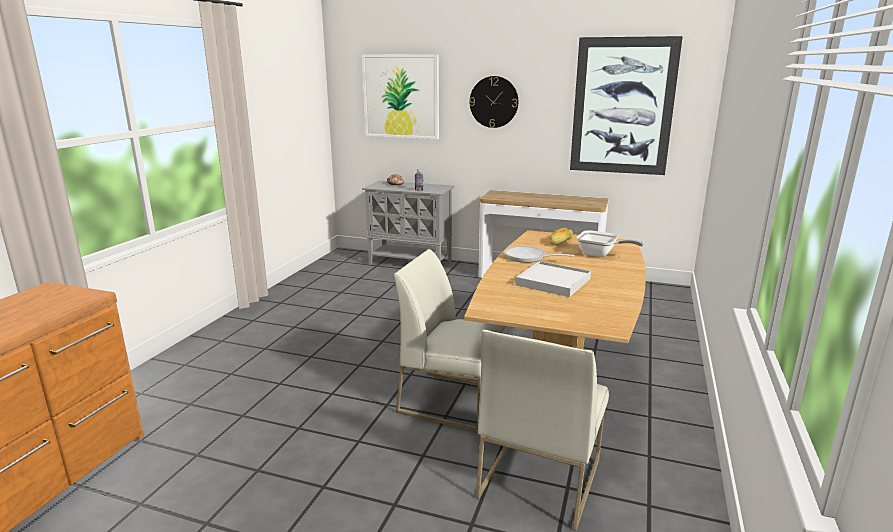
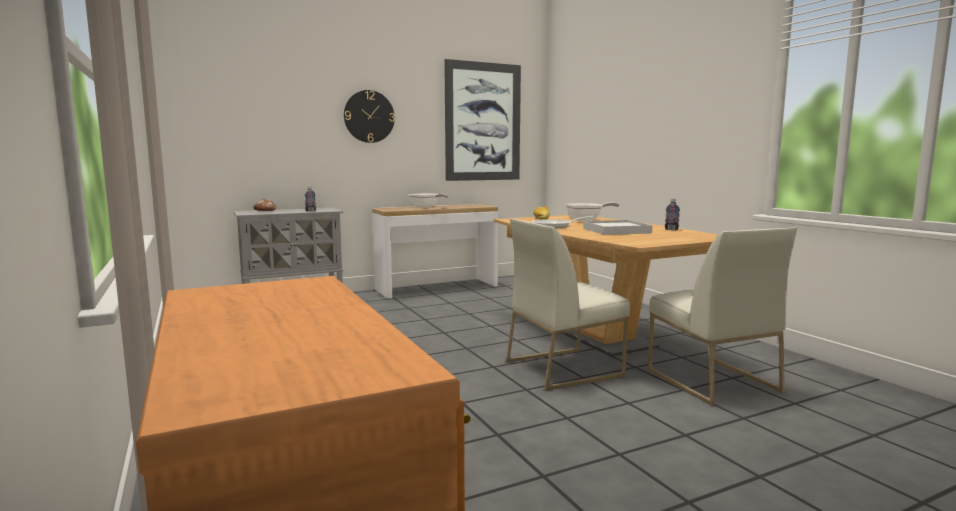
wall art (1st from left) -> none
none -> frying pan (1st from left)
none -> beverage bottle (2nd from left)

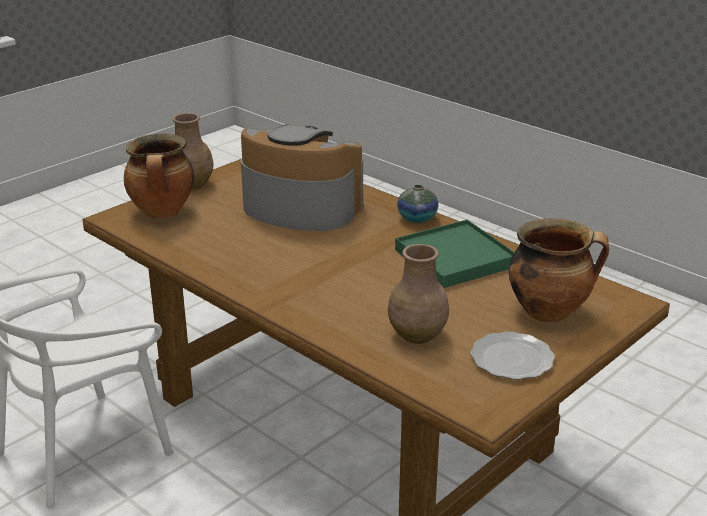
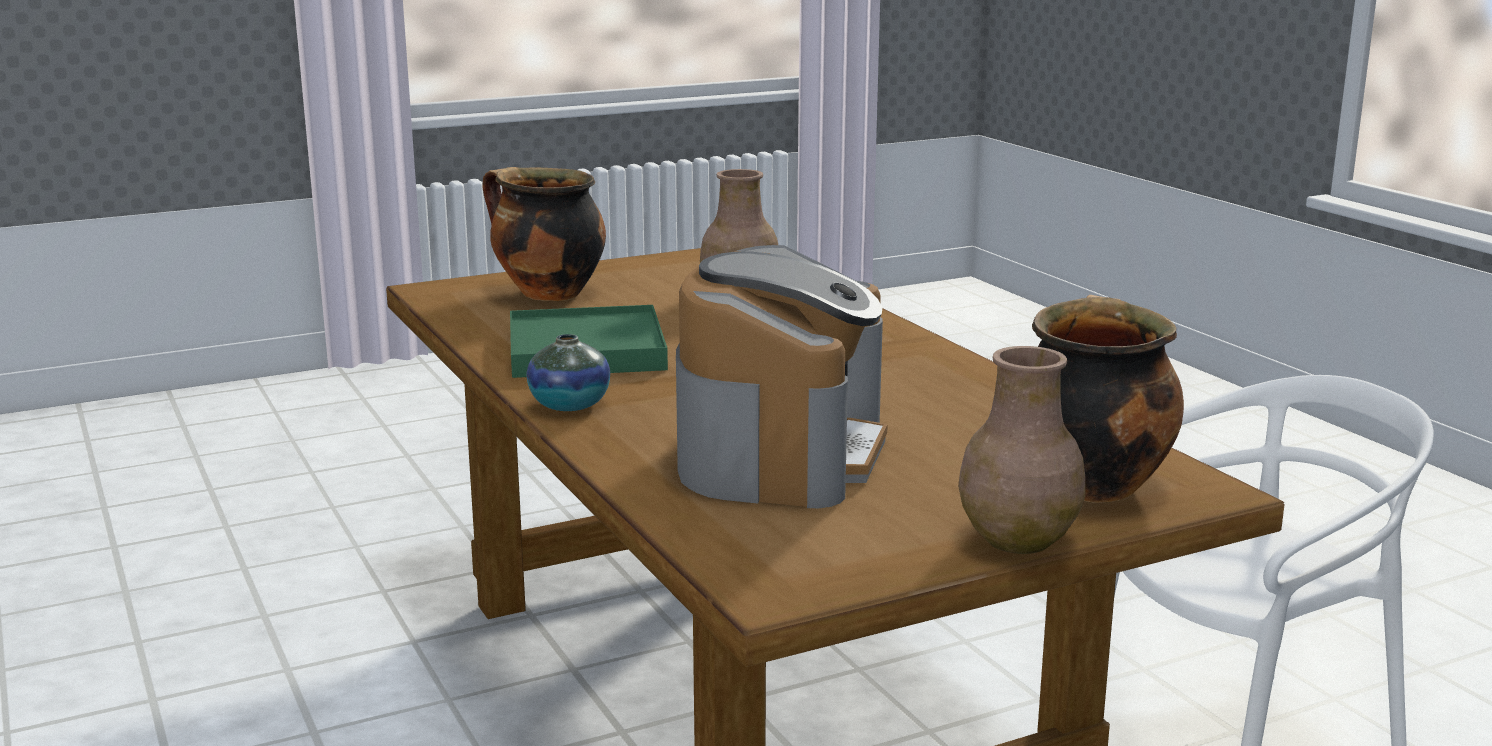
flat dish -> none
coffee brewer, 120 degrees counterclockwise

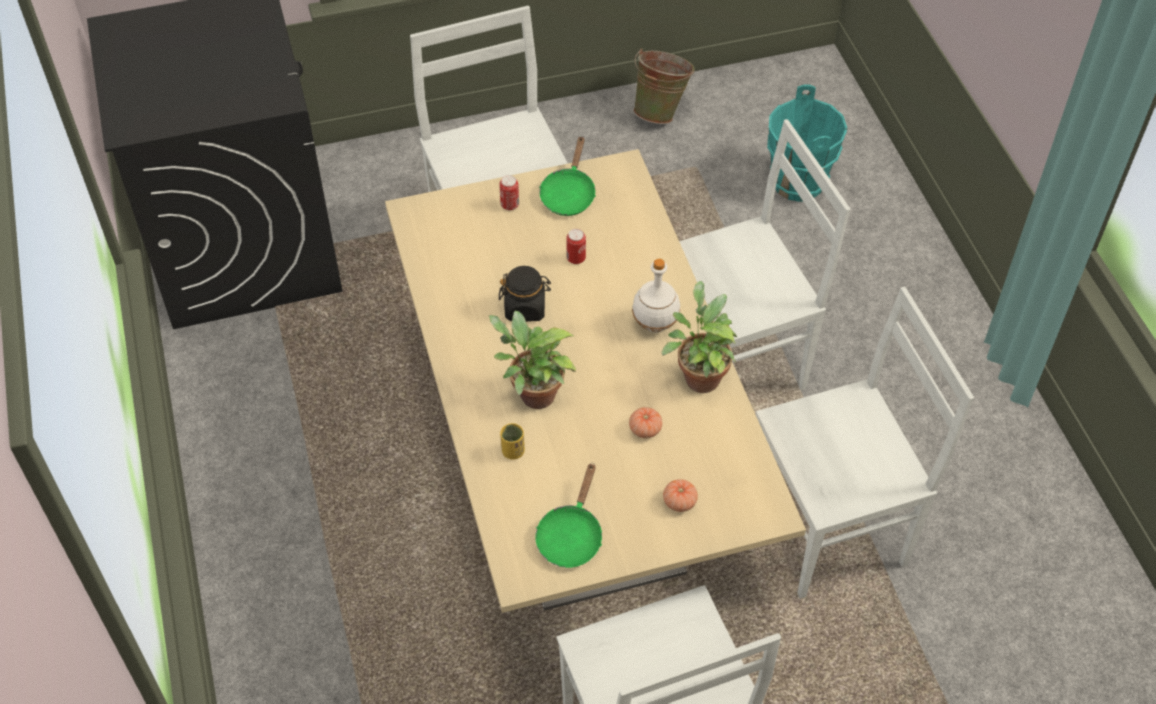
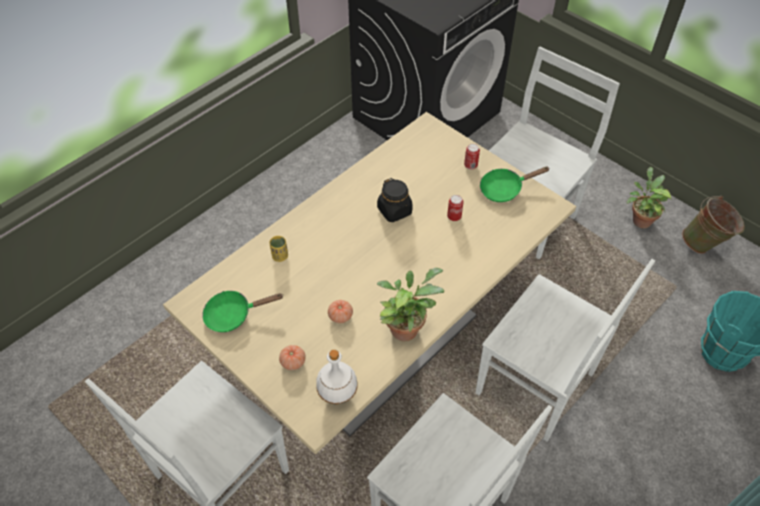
houseplant (1st from left in the first image) -> houseplant (2nd from left), move
beverage bottle (white), move

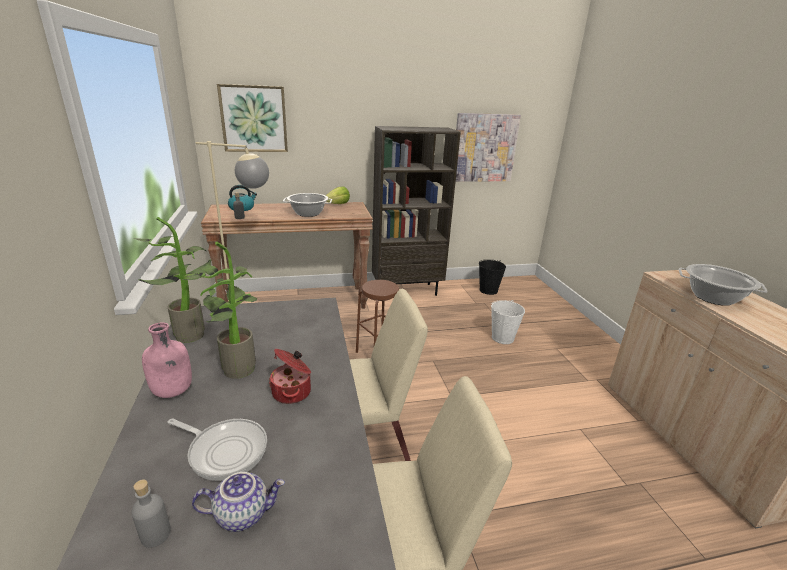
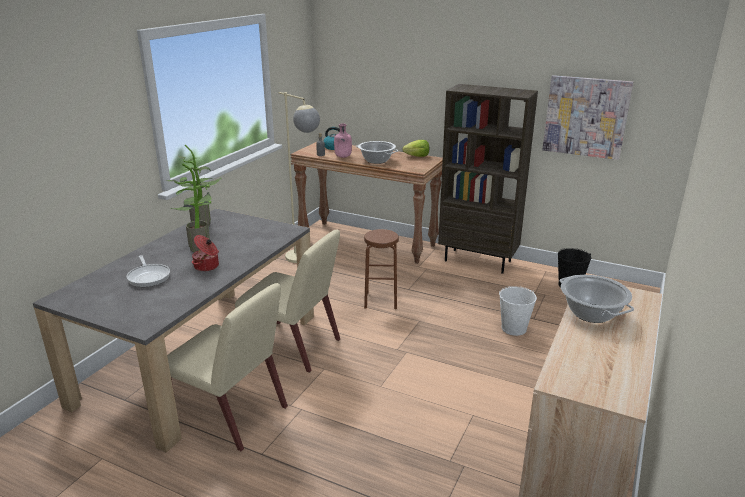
beverage bottle (gray) (1st from left) -> none
tea pot -> none
wall art (1st from left) -> none
beverage bottle (pink-coloured), move

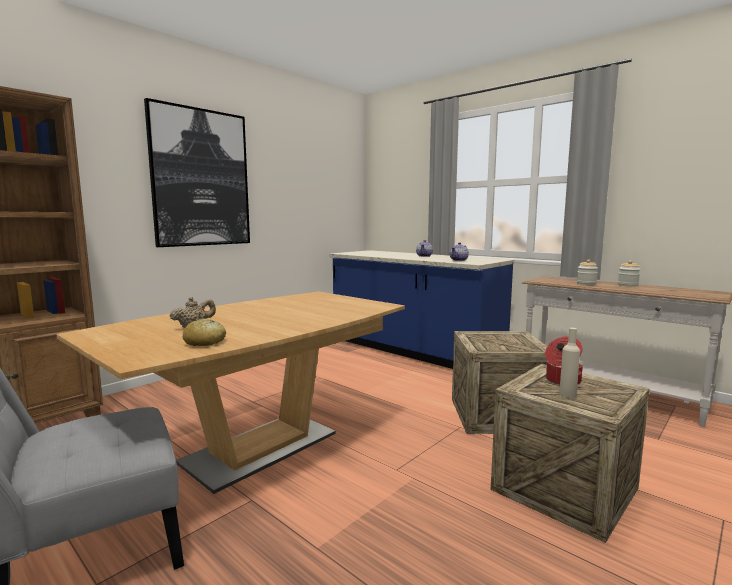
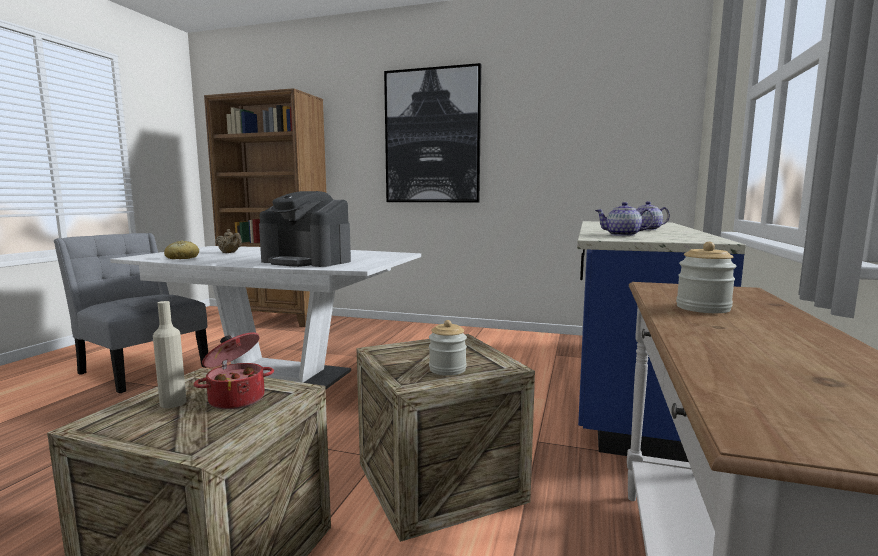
none -> coffee brewer
storage jar (2nd from left in the first image) -> storage jar (1st from left), move
dinner table (brownish) -> dinner table (white)

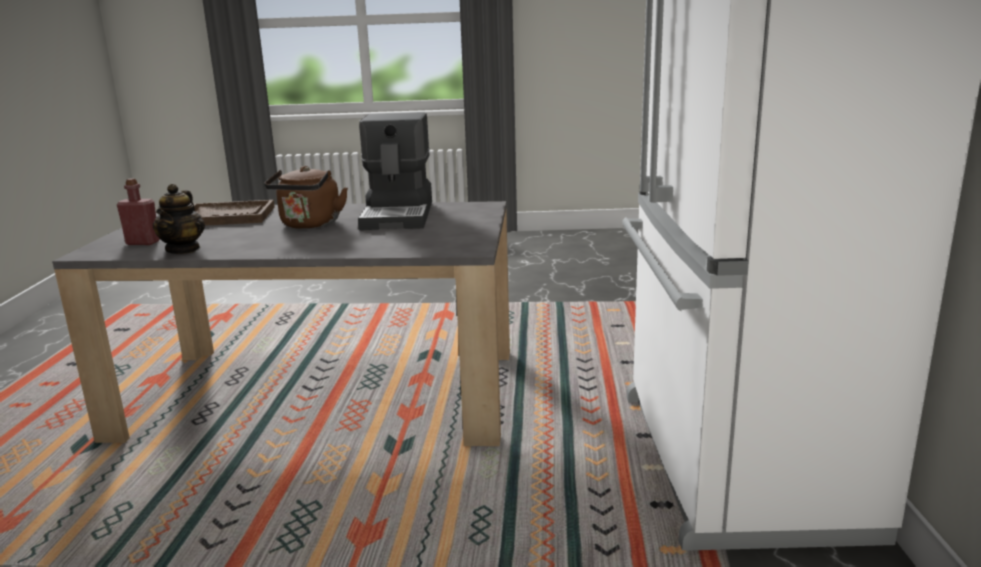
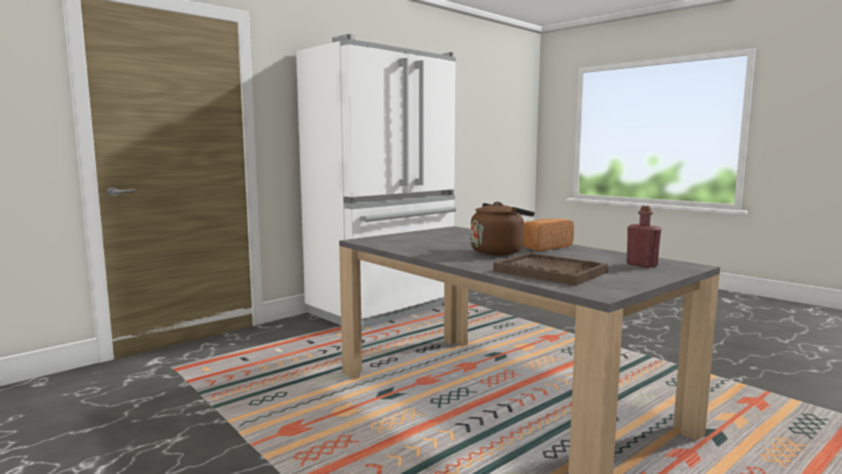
tea pot -> none
coffee brewer -> none
none -> baked bread

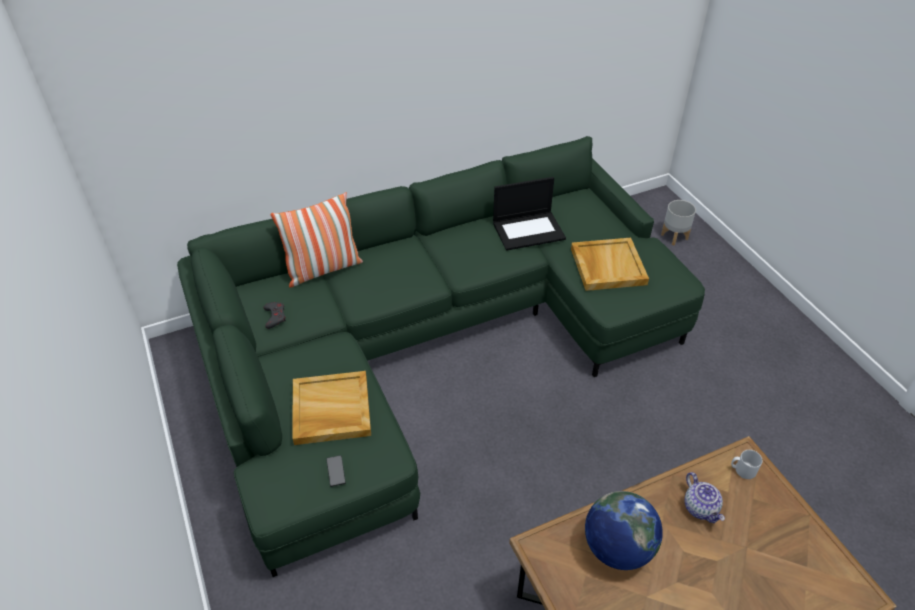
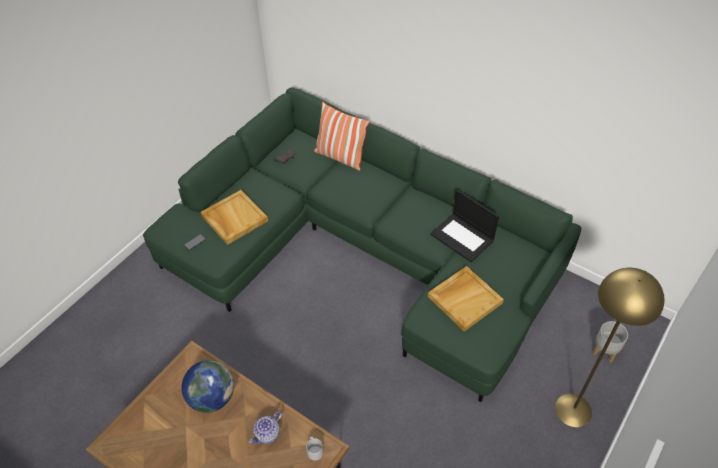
none -> floor lamp (yellow)

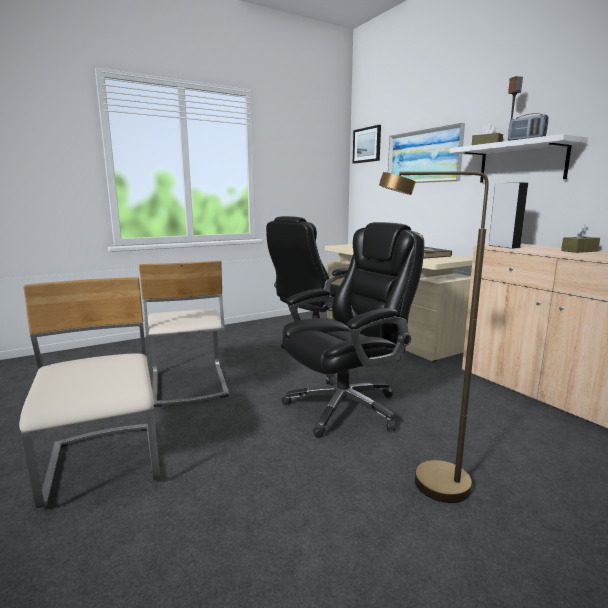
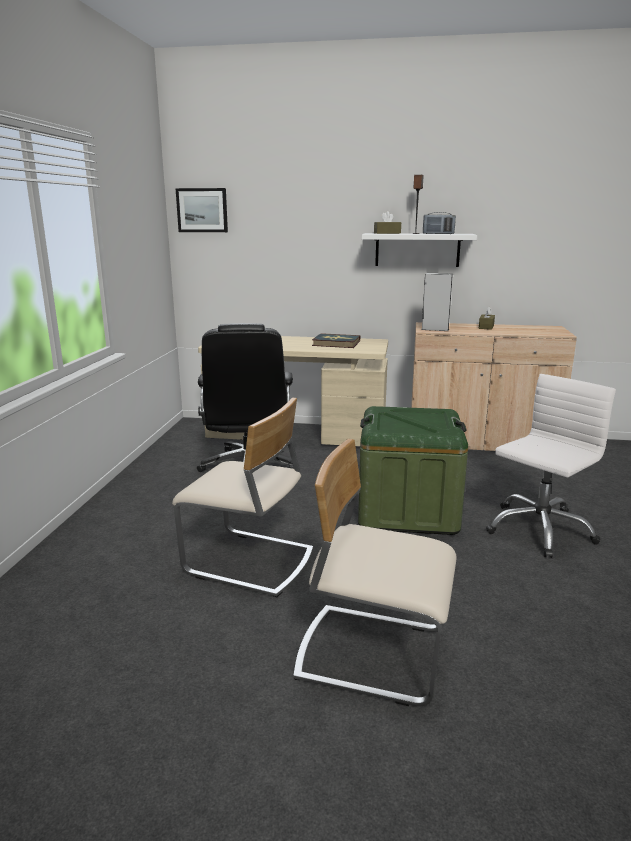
wall art (2nd from left) -> none
desk chair (blackish) (2nd from left) -> storage box (green-coloured)
floor lamp (brownish) -> desk chair (white)

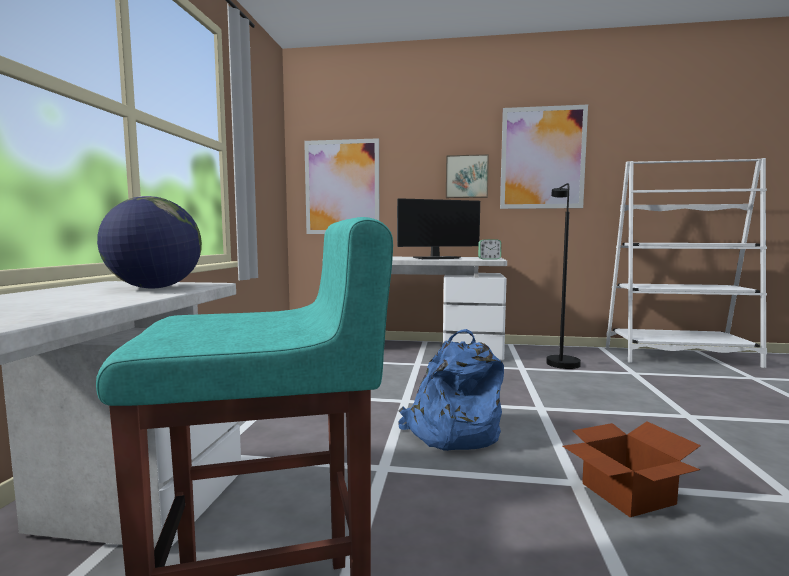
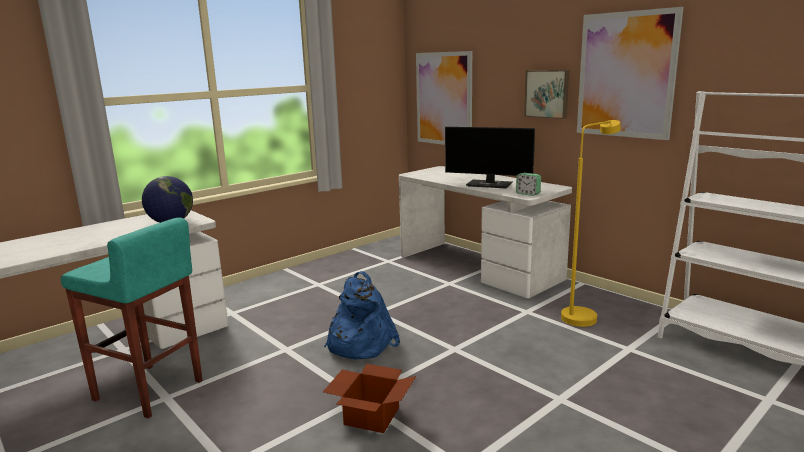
floor lamp (blackish) -> floor lamp (yellow)

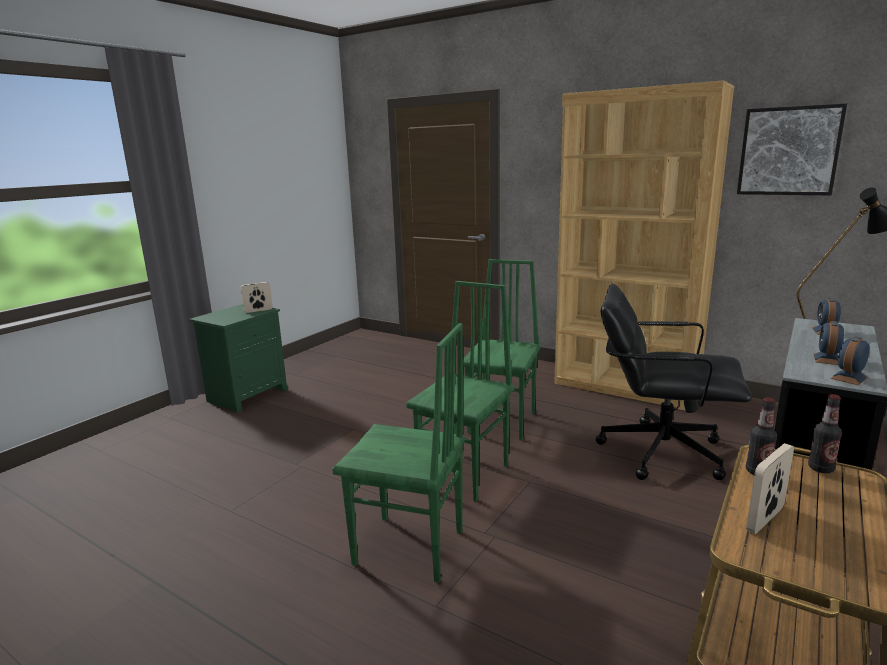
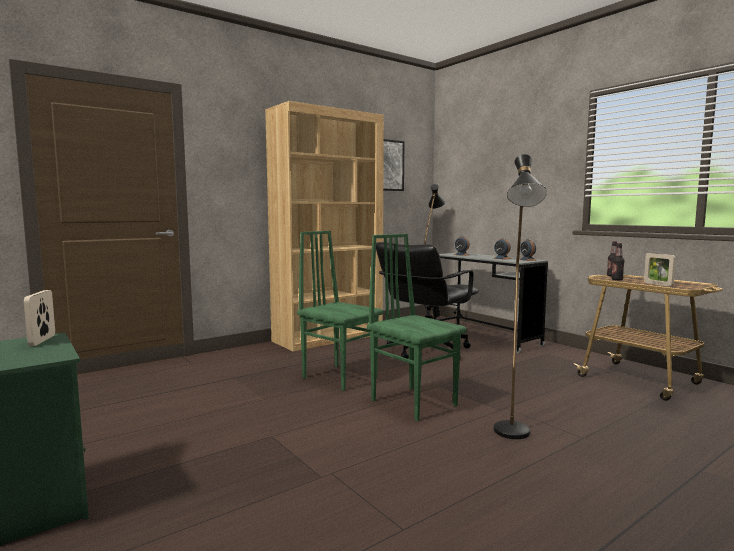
chair (green-coloured) (1st from left) -> floor lamp (blackish) (2nd from left)

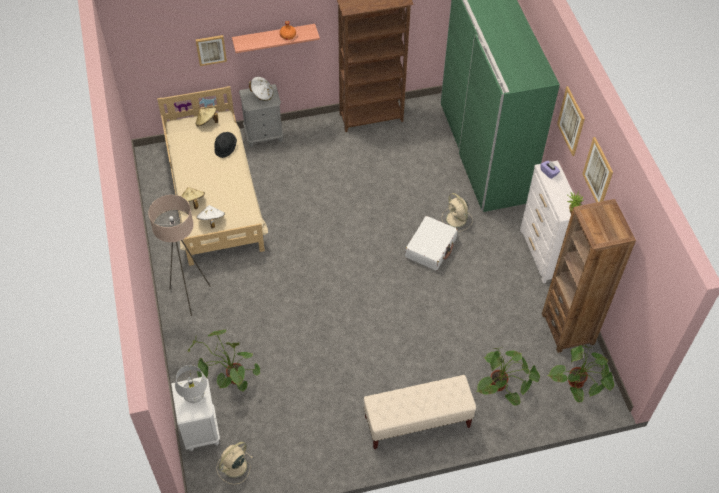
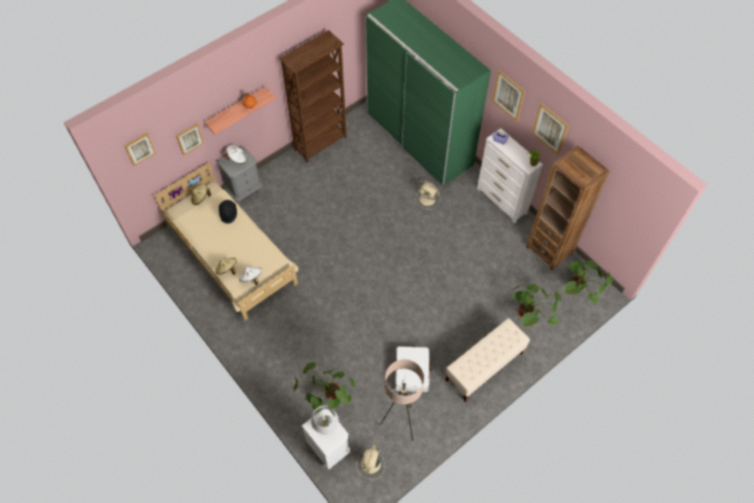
none -> wall art (1st from left)
floor lamp (beige-coloured), move
travel case (white), move

